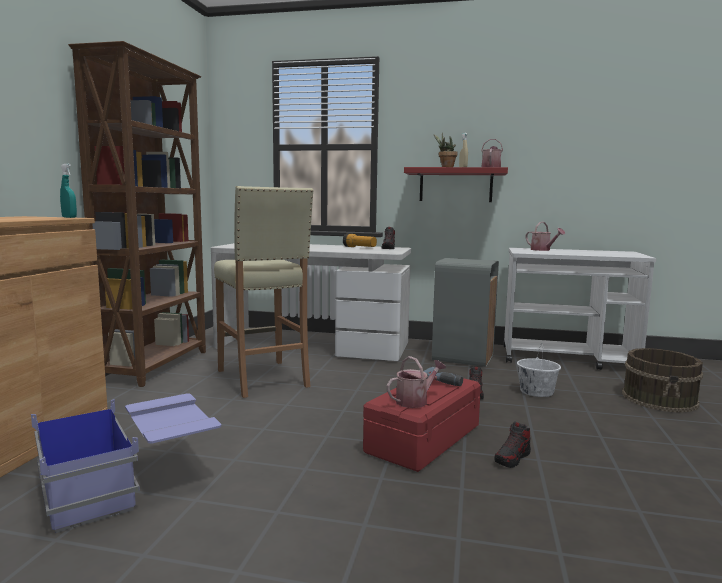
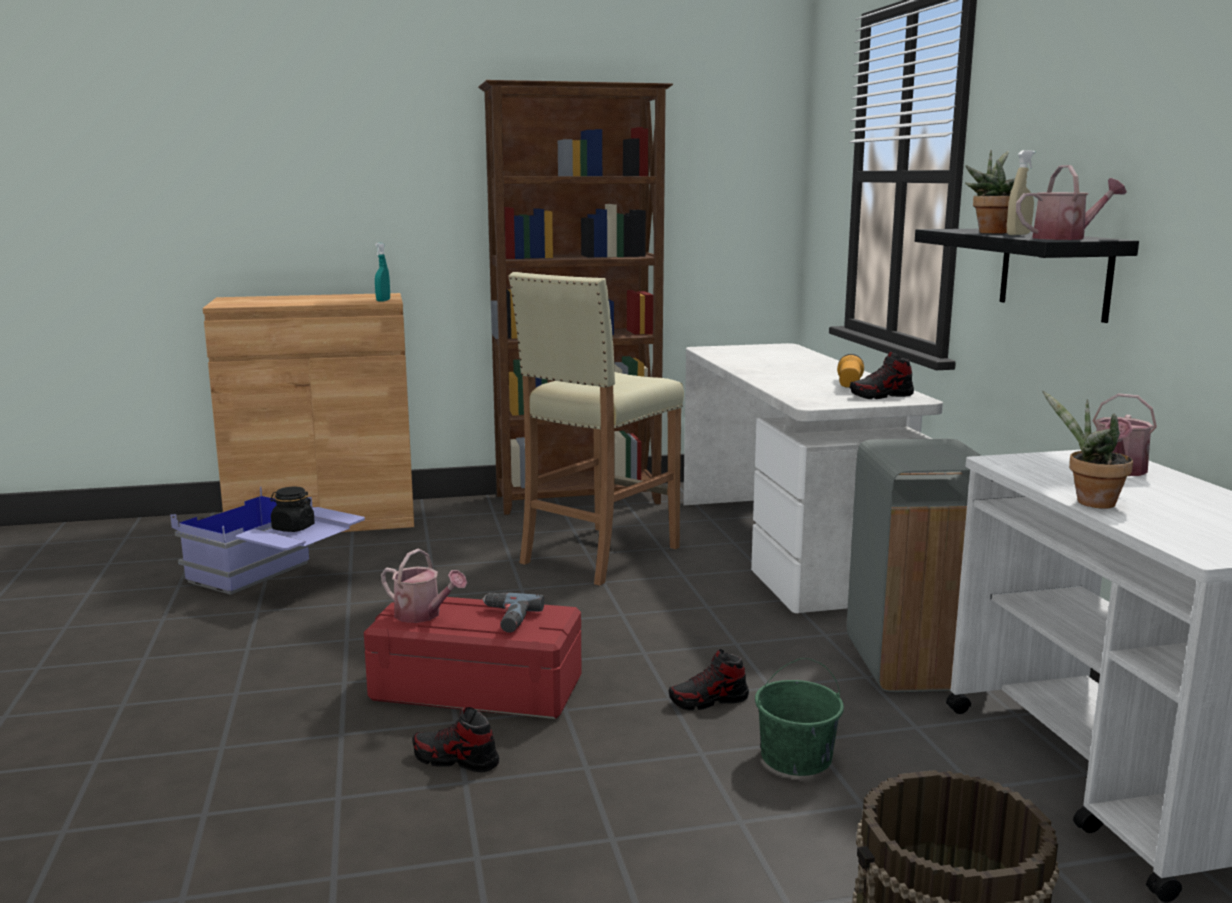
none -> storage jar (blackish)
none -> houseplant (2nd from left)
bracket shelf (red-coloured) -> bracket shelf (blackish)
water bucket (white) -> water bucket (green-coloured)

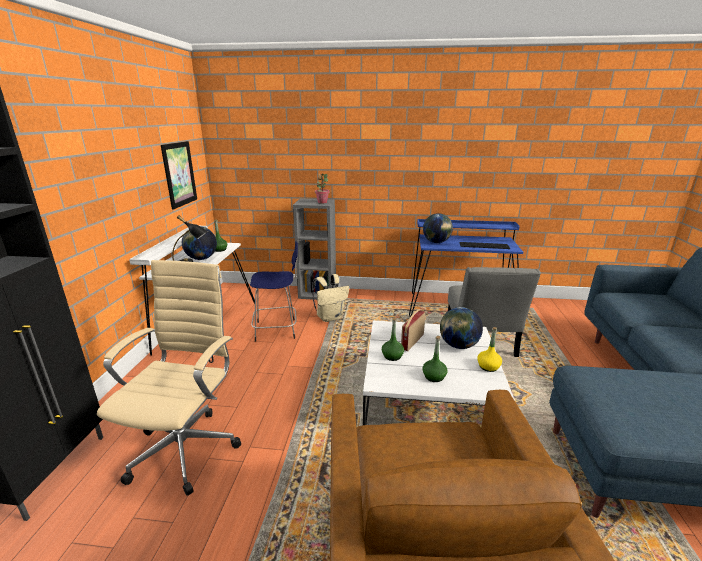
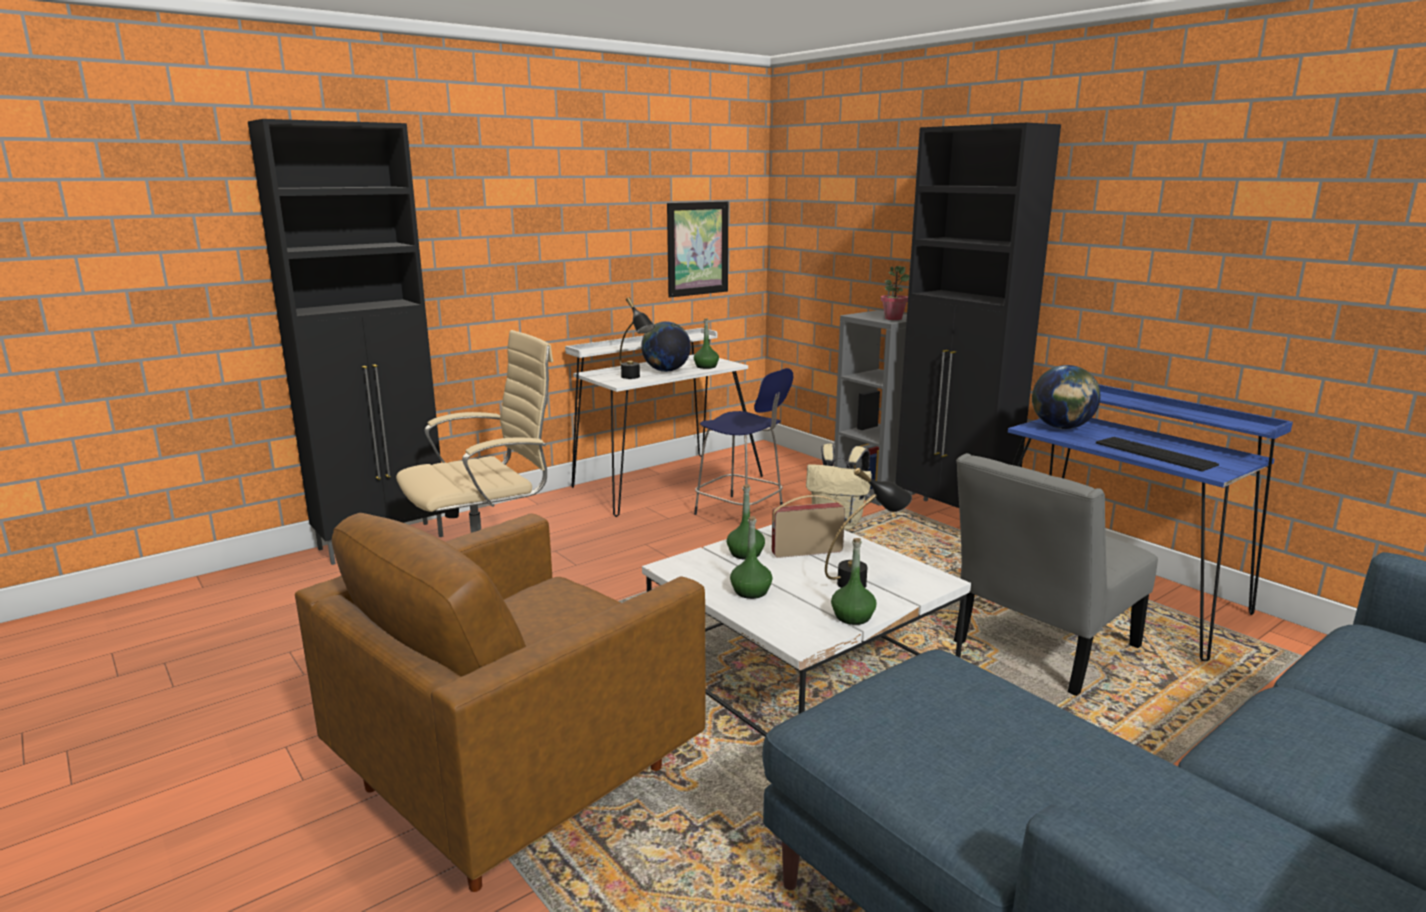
none -> cupboard (blackish) (2nd from left)
world globe (3rd from left) -> lamp for a table (blackish) (2nd from left)
beverage bottle (yellow) -> beverage bottle (green-coloured) (4th from left)

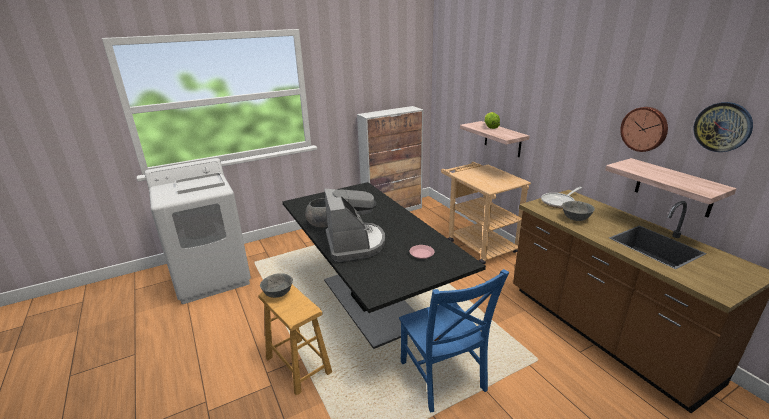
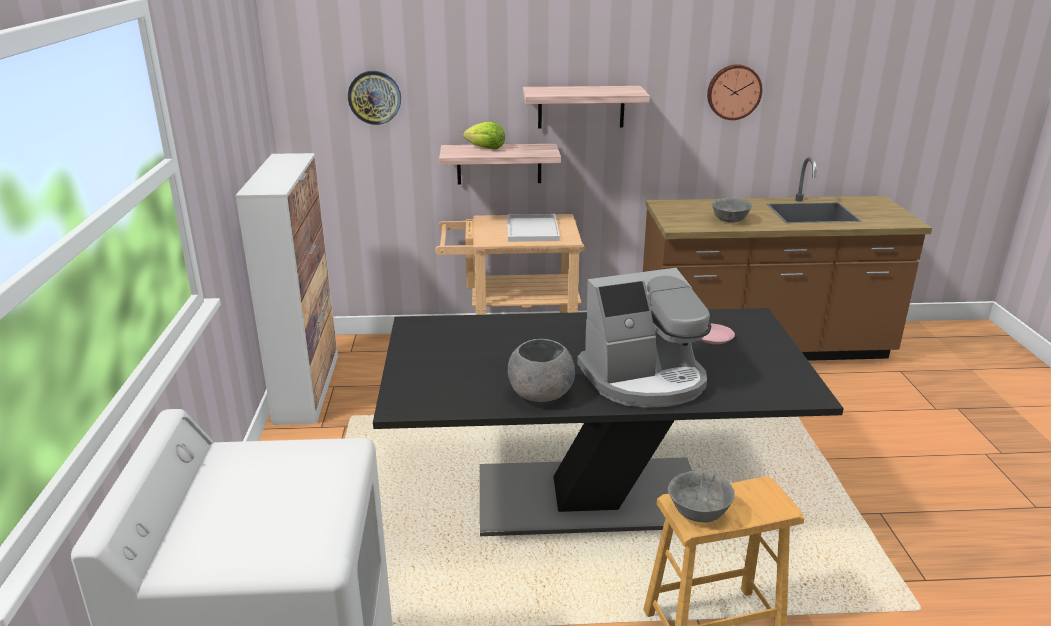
chair (blue) -> none
frying pan -> none
carrying tray (white), move
bracket shelf (2nd from left), move
clock on the wall (2nd from left in the first image) -> clock on the wall (1st from left), move
coffee brewer, 150 degrees clockwise

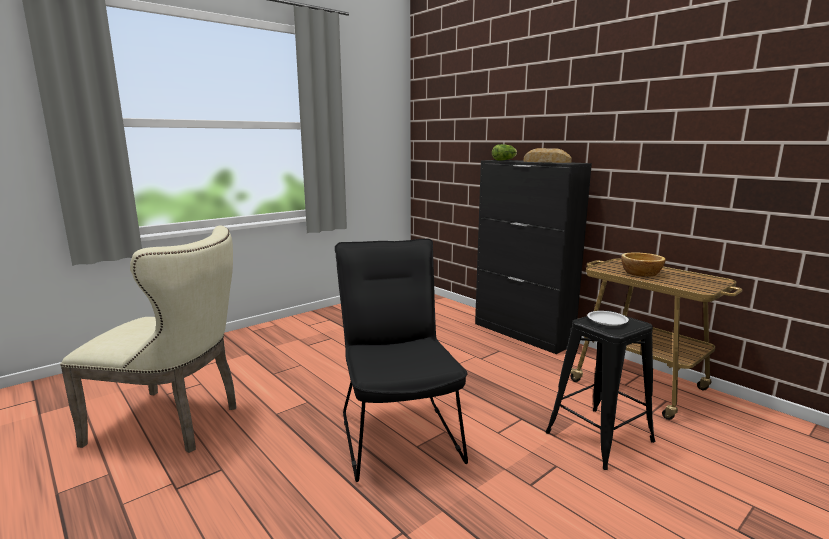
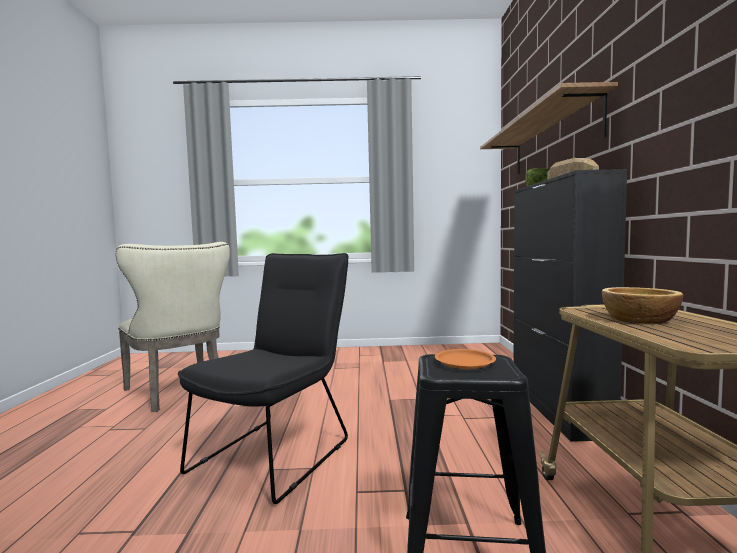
none -> bracket shelf
flat dish (white) -> flat dish (orange)

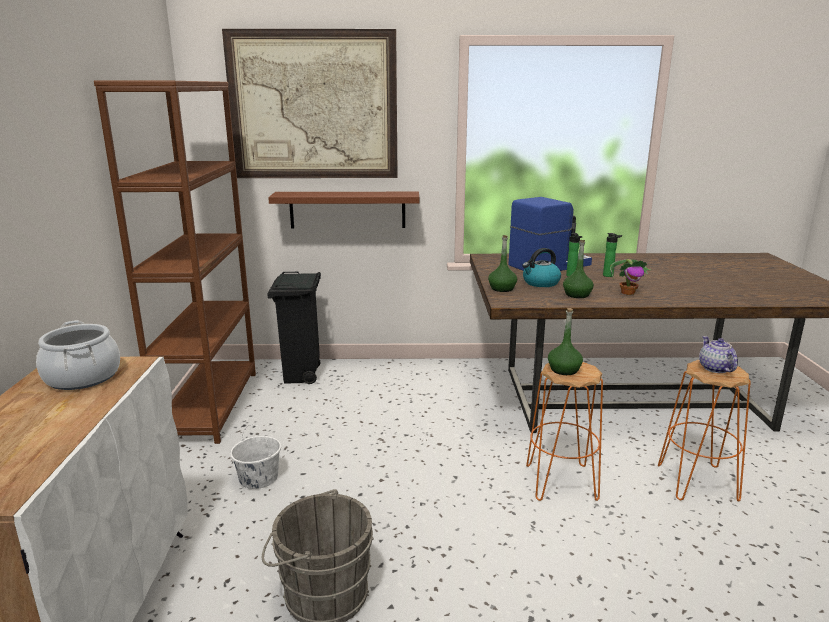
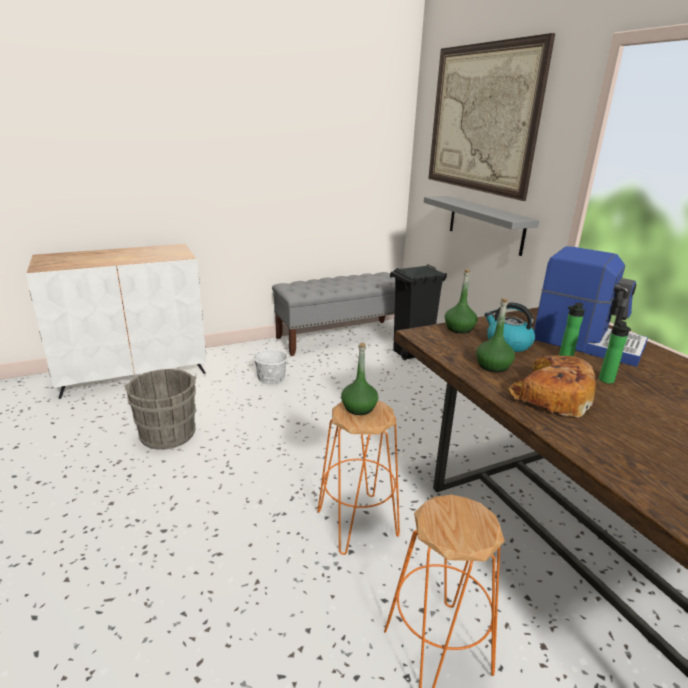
cooking pot -> none
tea pot -> none
bookshelf (brownish) -> indoor bench (gray)
houseplant -> baked bread
bracket shelf (brownish) -> bracket shelf (gray)

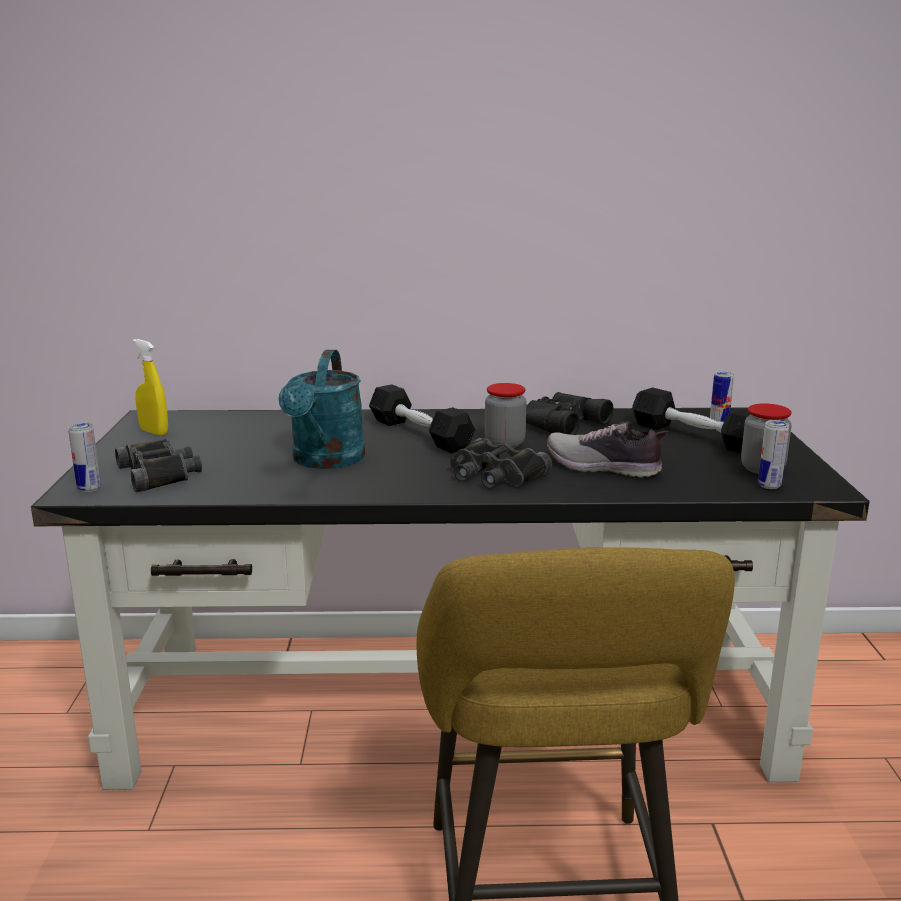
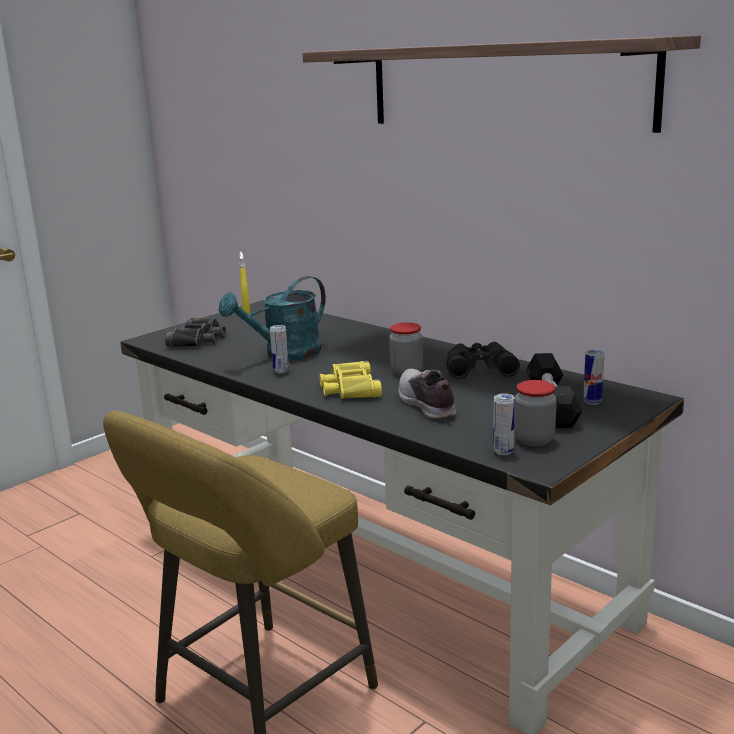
hand weight (blackish) (1st from left) -> none
none -> bracket shelf
can (1st from left), move
field glasses (blackish) (2nd from left) -> field glasses (yellow)

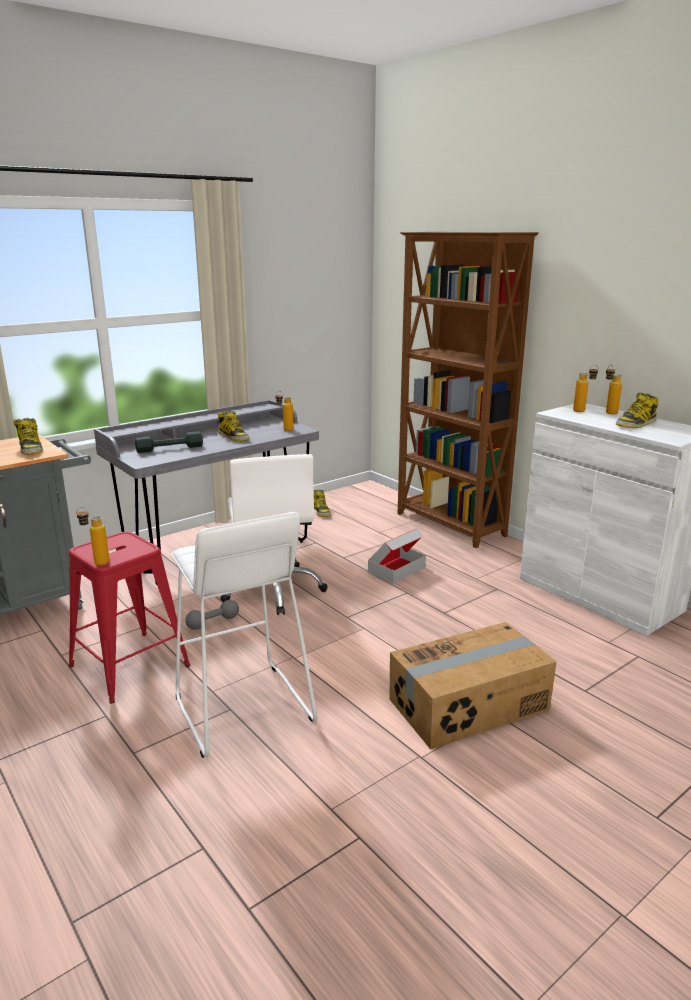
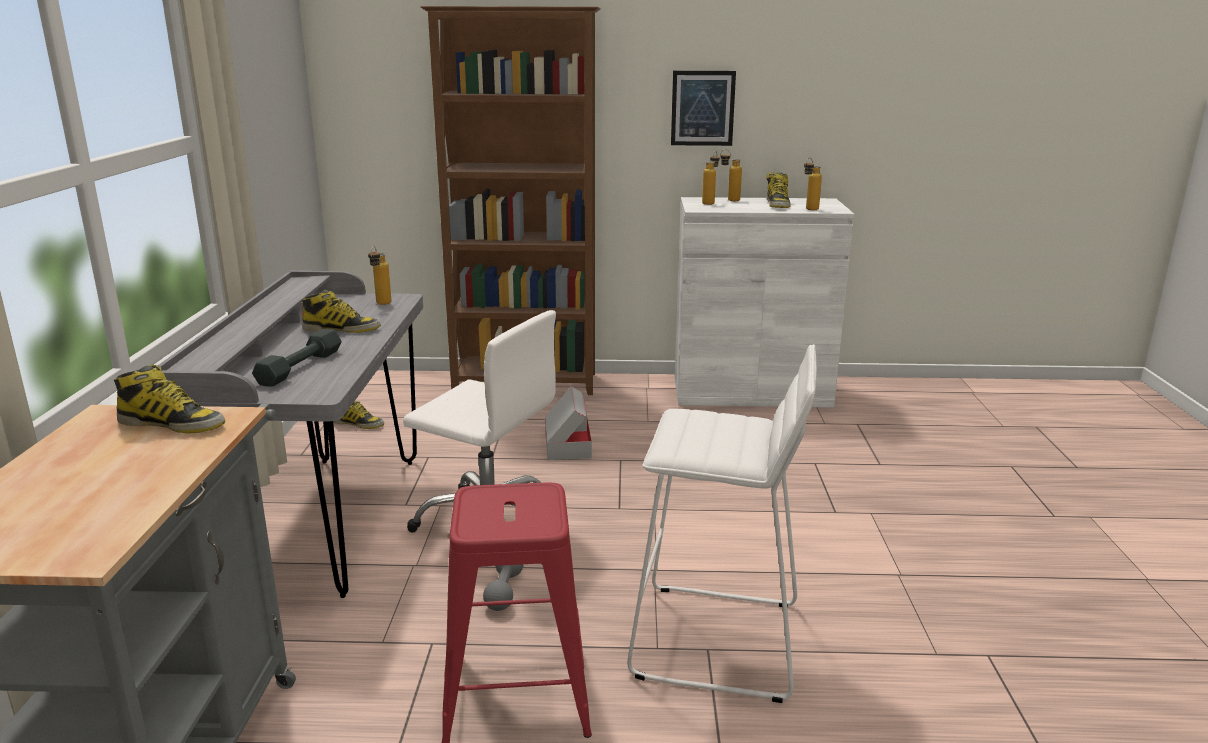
packing box (2nd from left) -> none
none -> wall art
beverage bottle (1st from left in the first image) -> beverage bottle (4th from left), move

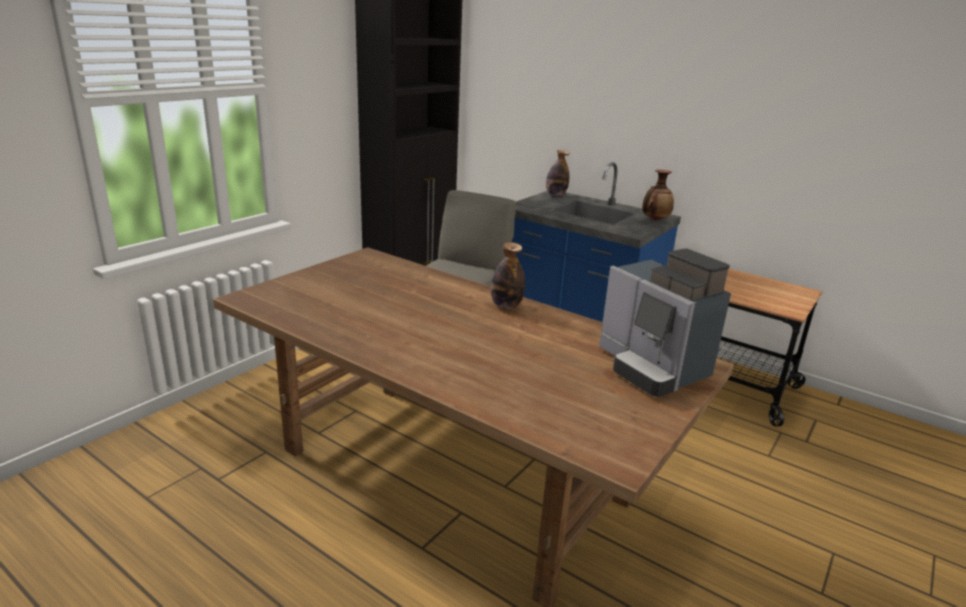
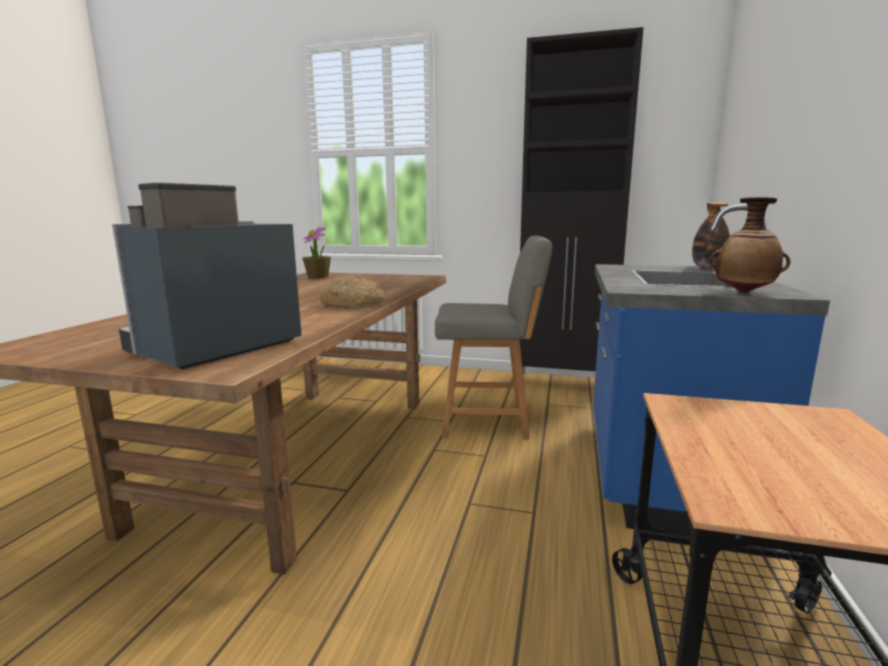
none -> houseplant
beverage bottle (1st from left) -> baked bread

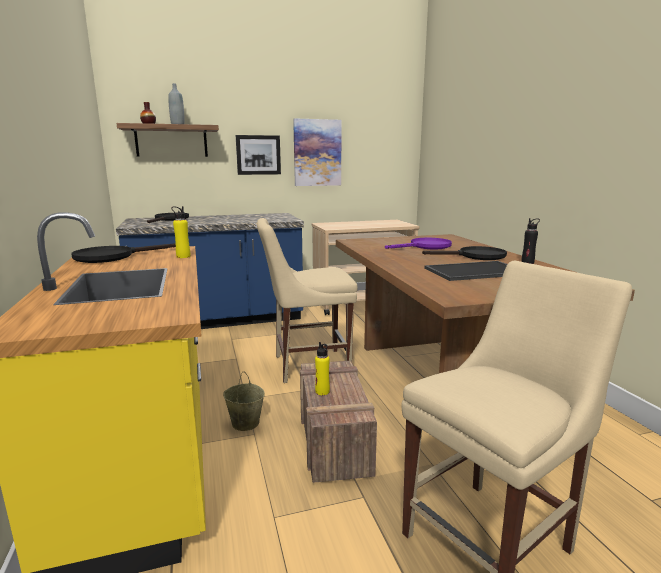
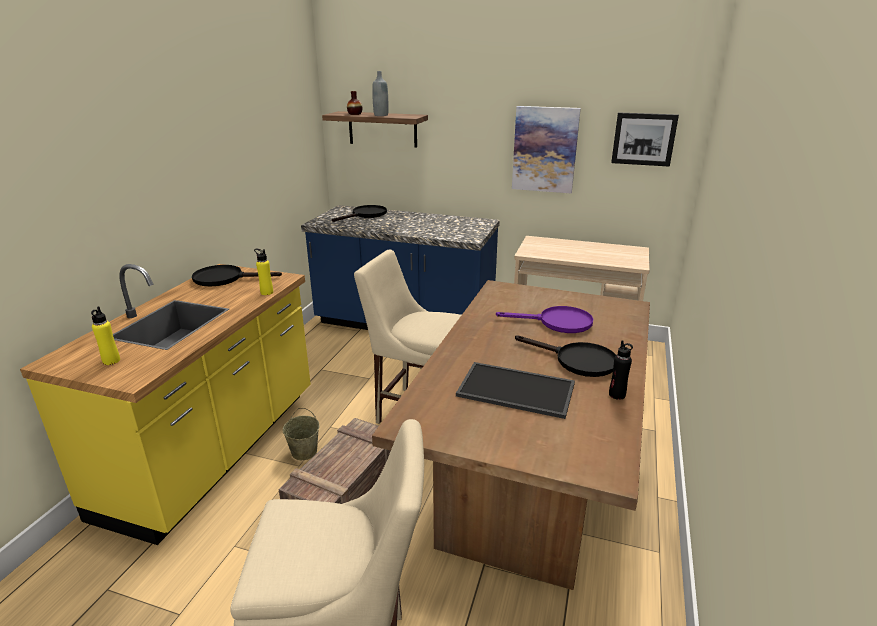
wall art (1st from left in the first image) -> wall art (2nd from left), move
beverage bottle (yellow) (2nd from left in the first image) -> beverage bottle (yellow) (1st from left), move

